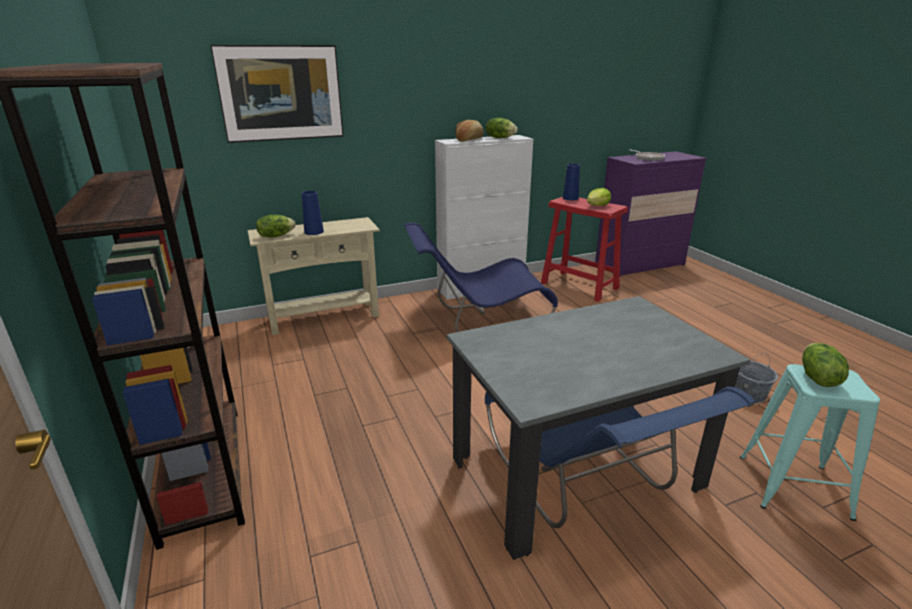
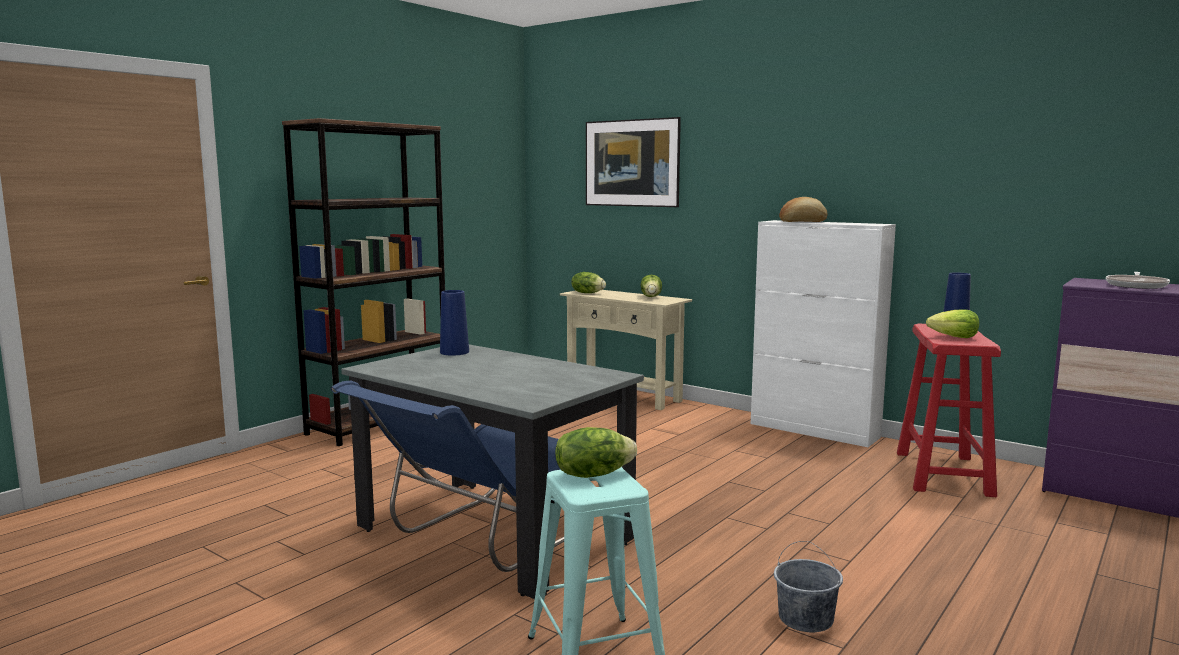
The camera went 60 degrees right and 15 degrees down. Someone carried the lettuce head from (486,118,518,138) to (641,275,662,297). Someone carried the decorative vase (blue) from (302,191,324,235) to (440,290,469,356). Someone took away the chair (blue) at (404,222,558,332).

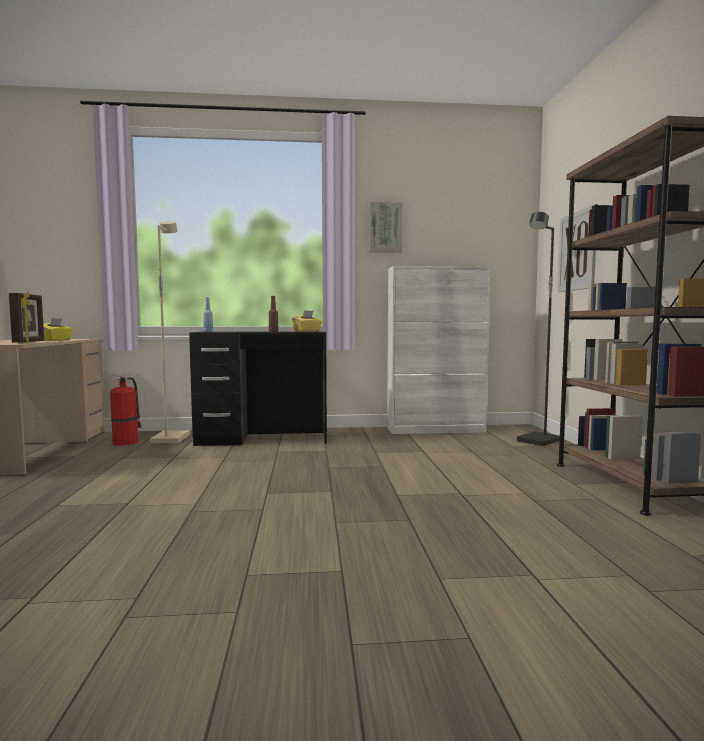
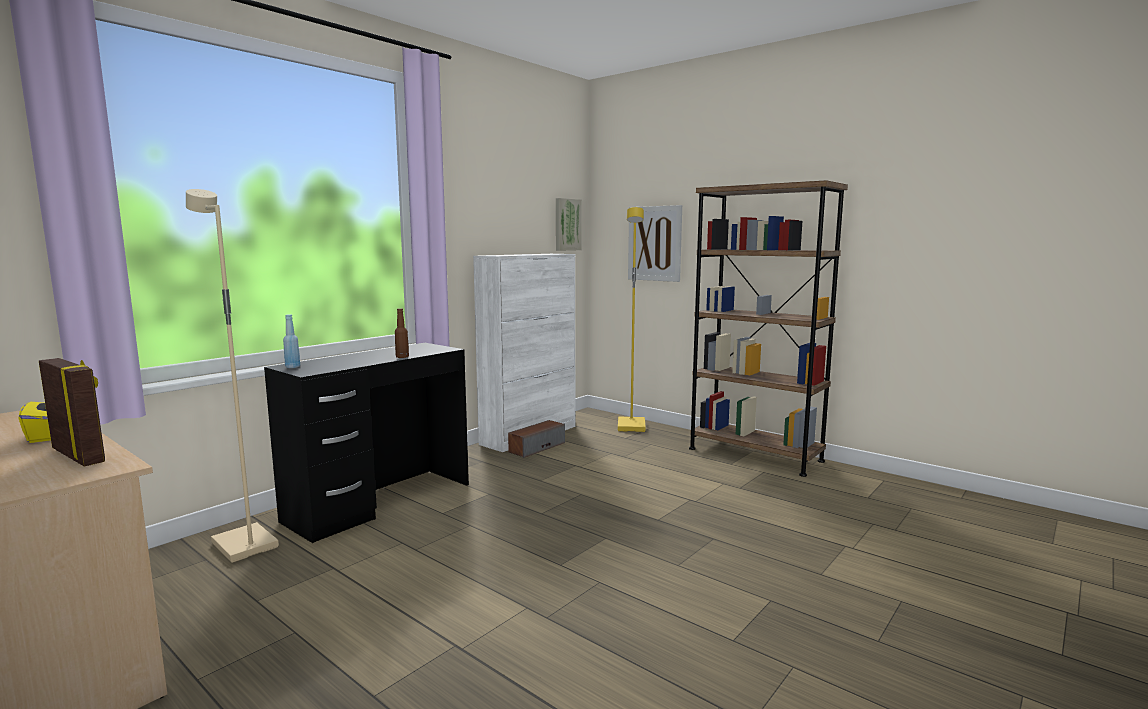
The camera went 45 degrees left and 5 degrees up. Someone carried the wall picture from (369,202,403,253) to (556,198,582,251). Someone repainted the standing lamp (blackish) at (517,212,560,447), which became the standing lamp (yellowish) at (618,207,646,432). Someone took away the tissue box (yellowish) at (292,311,322,332). Someone took away the fire-fighting cylinder at (109,374,142,446). Someone put down the loudspeaker at (508,420,565,458).

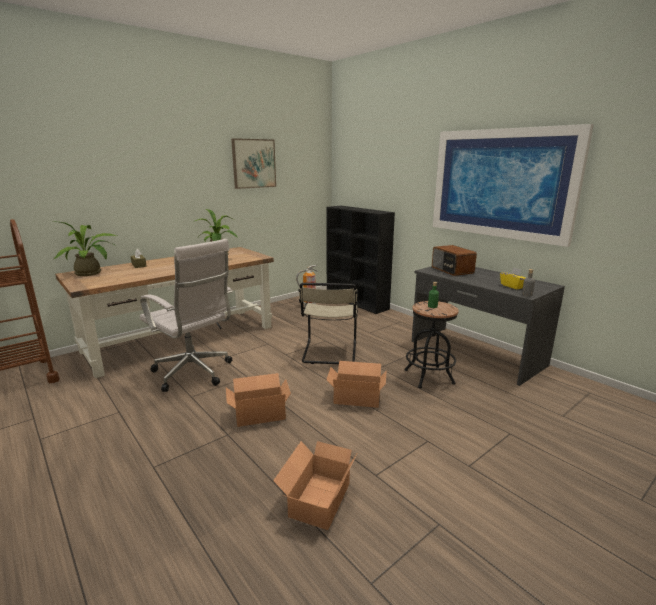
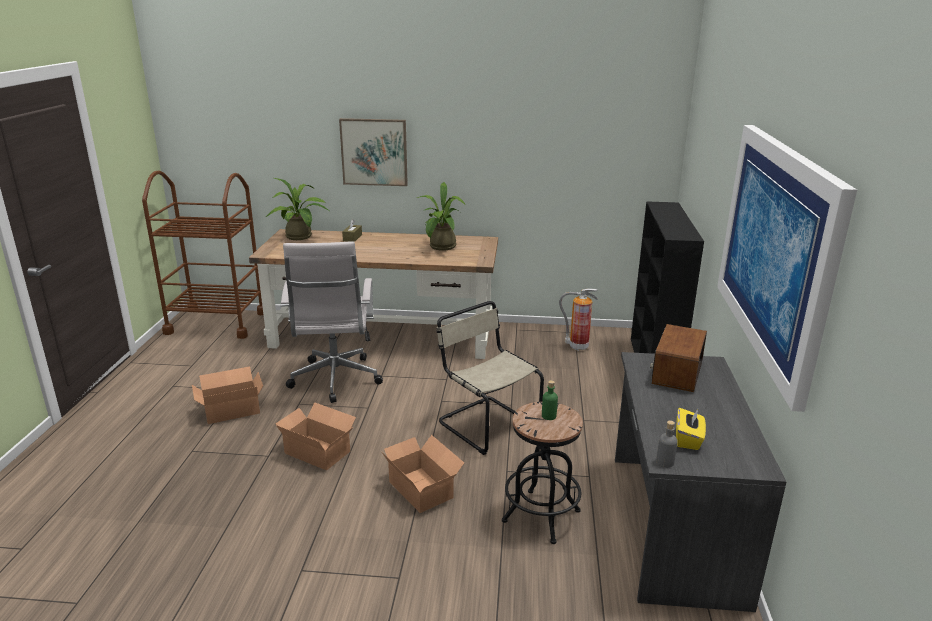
The camera went 45 degrees right and 5 degrees up. Someone carried the wall picture from (231,138,276,189) to (339,118,408,186). Someone rotated the chair (beige-coloured) at (298,283,358,364) by 90 degrees clockwise. Someone carried the carton from (273,441,358,530) to (192,366,263,424).

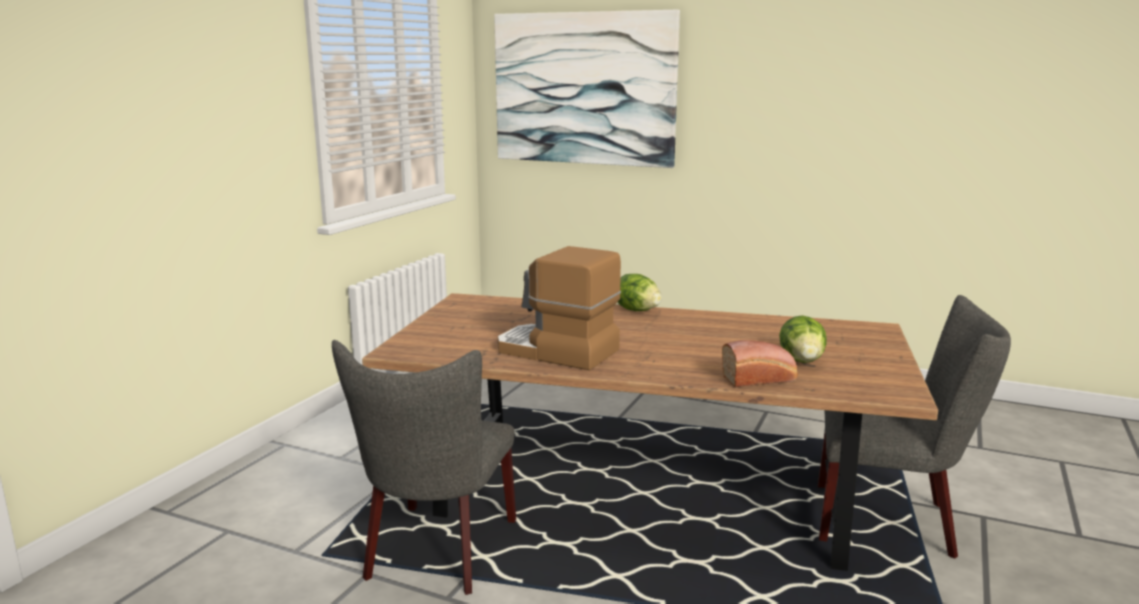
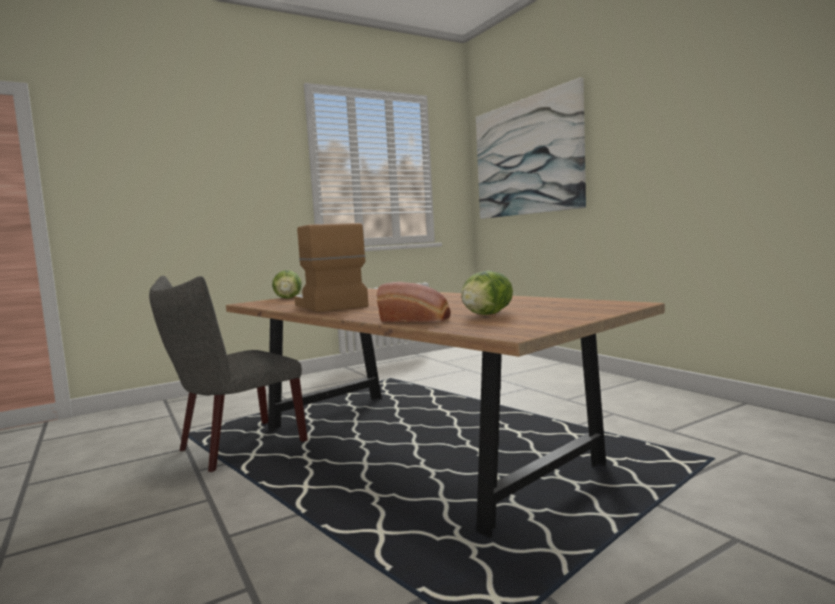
The camera went 35 degrees right and 10 degrees down. Someone carried the lettuce head from (618,274,662,311) to (272,270,302,299). Someone took away the chair (grey) at (818,295,1011,559).

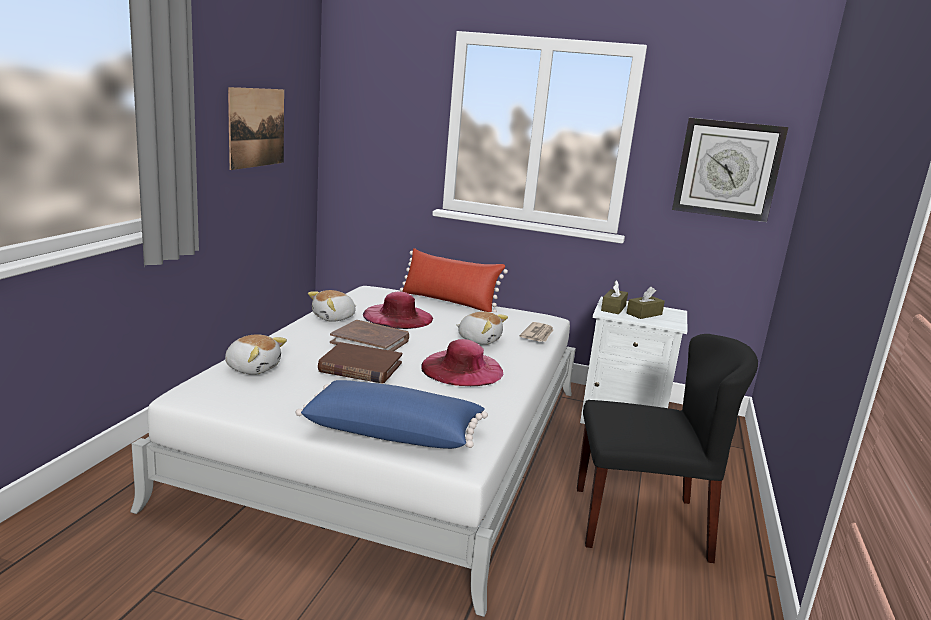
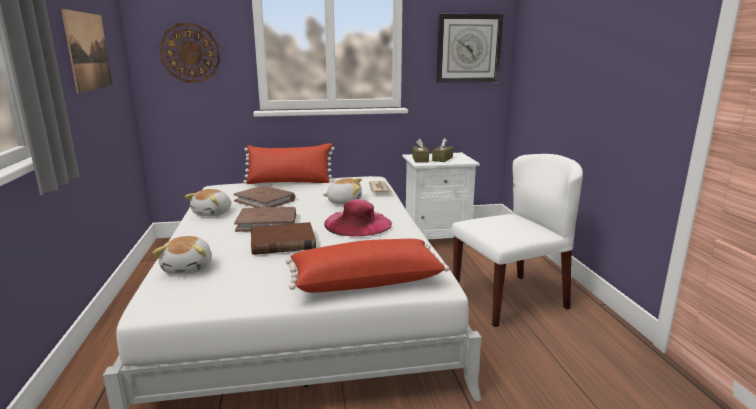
The camera went 25 degrees left and 0 degrees up. Someone swapped the clothing hat (pink) at (363,292,433,329) for the volume (brown-coloured) at (233,185,295,208). Someone rotated the plush toy at (225,334,287,375) by 90 degrees clockwise. Someone repainted the chair (blackish) at (577,334,758,563), which became the chair (whitish) at (451,154,583,327). Someone repainted the throw pillow (blue) at (296,380,488,449), which became the throw pillow (red-coloured) at (286,239,449,293). Someone put up the clock on the wall at (159,23,221,83).

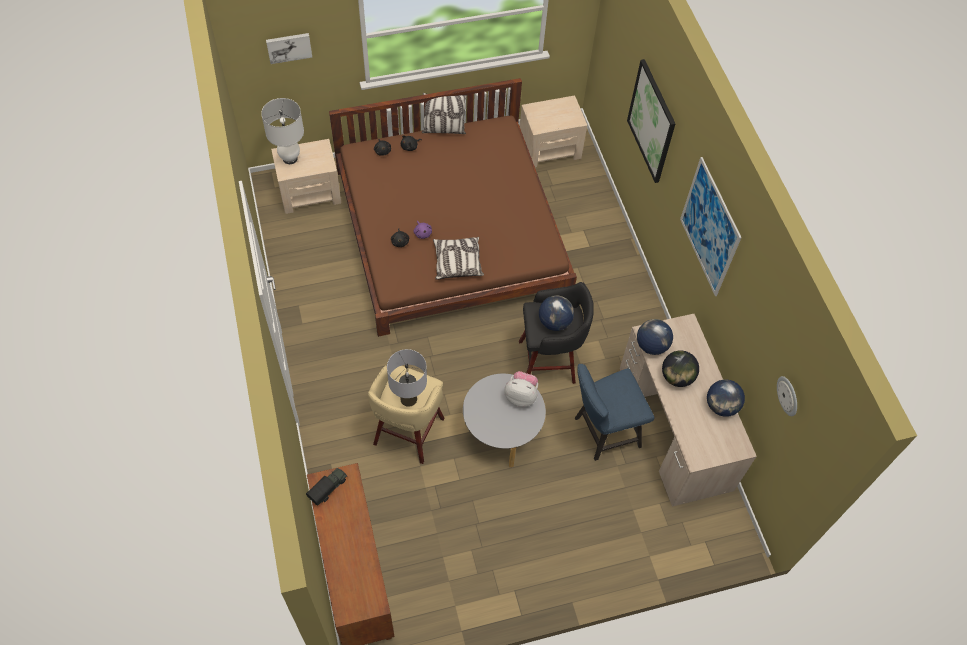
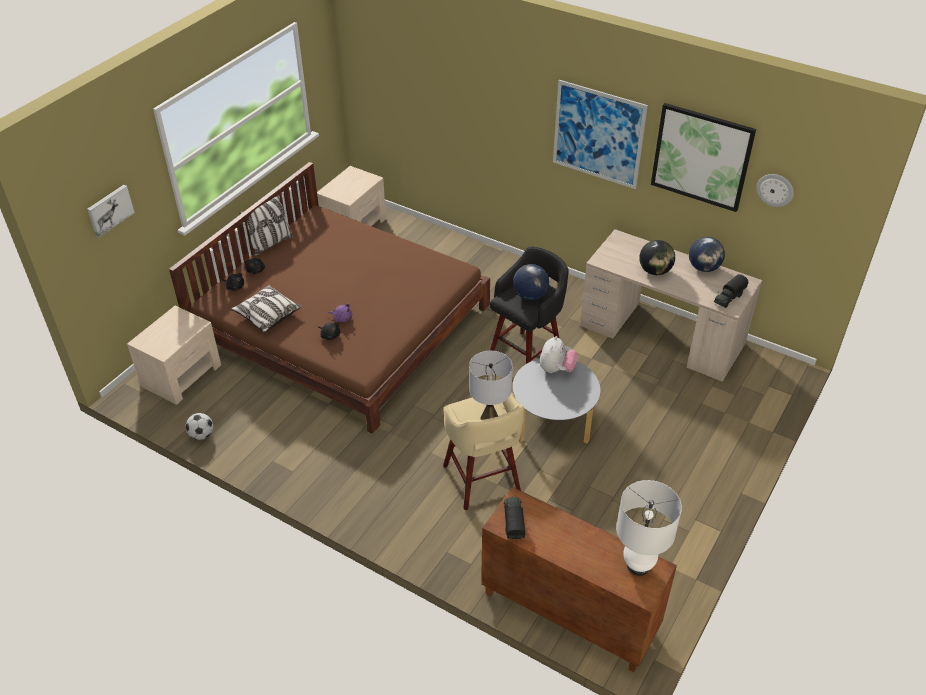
The camera went 40 degrees left and 15 degrees down. Someone carried the wall picture from (627,59,675,183) to (651,103,756,212). Someone carried the lamp for a table (whitish) from (261,98,304,164) to (616,480,682,576). Someone carried the throw pillow from (433,237,484,280) to (231,285,302,333). Someone took away the world globe at (637,319,673,355). Someone took away the chair (blue) at (575,364,654,461). Someone rotated the plush toy at (504,371,538,407) by 135 degrees clockwise. Someone put down the toy truck at (714,274,748,308). Someone put down the football at (186,413,213,440).

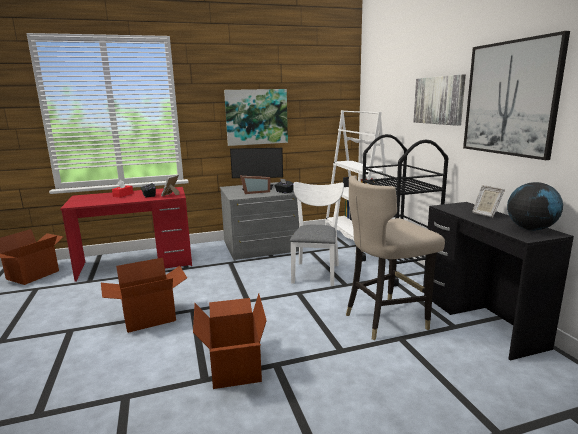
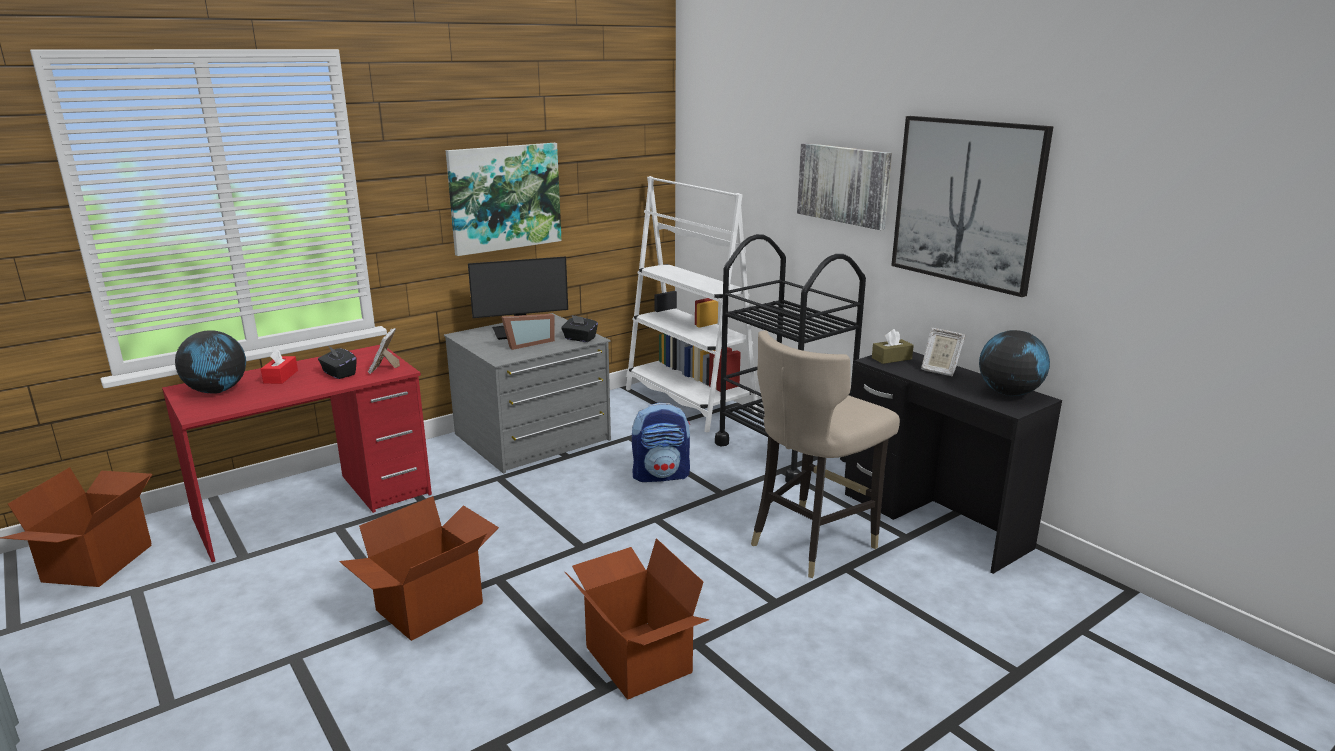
The camera went 20 degrees left and 5 degrees up. Someone swapped the chair (whitish) at (290,182,344,286) for the rucksack at (632,402,690,482). Someone put down the tissue box (brown-coloured) at (872,329,914,364). Someone put down the world globe at (175,330,246,394).

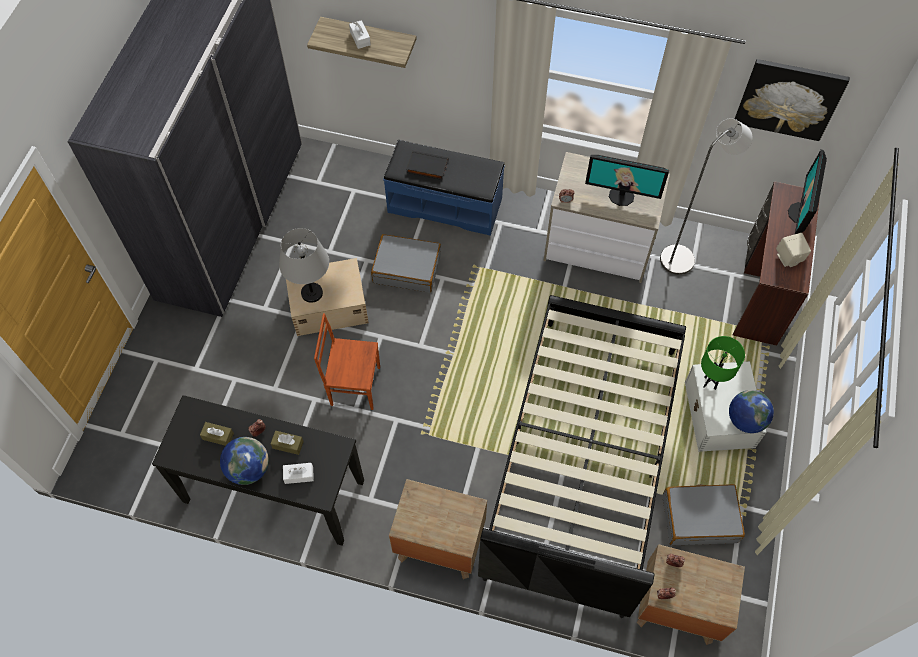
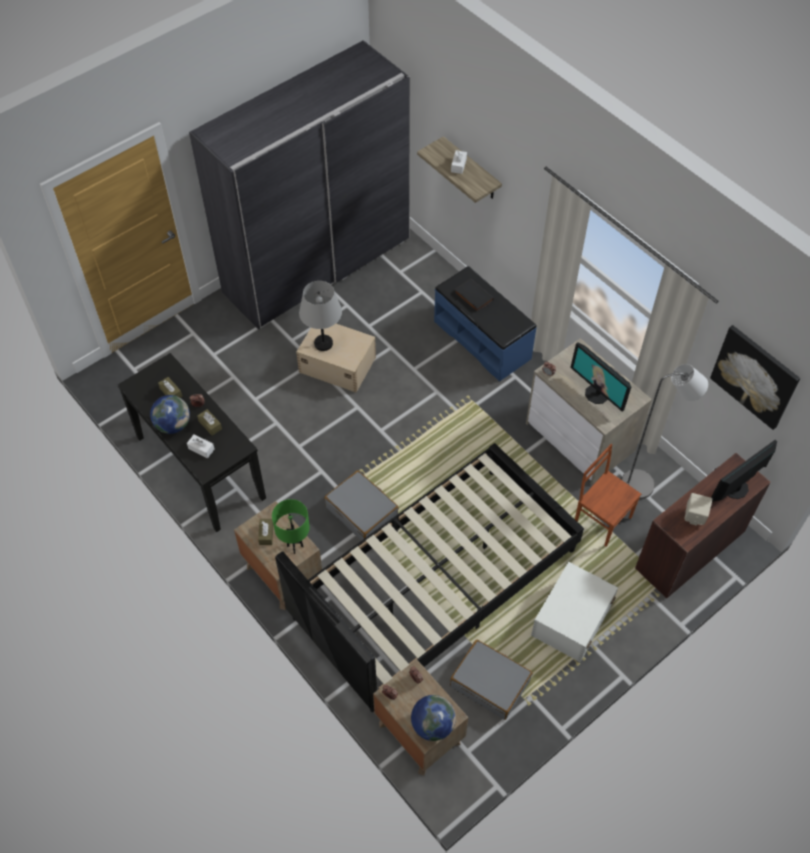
The camera went 35 degrees right and 5 degrees down. Someone carried the suitcase (grey) from (371,234,441,292) to (324,470,399,541). Someone carried the chair (brown-coloured) from (314,313,380,410) to (575,444,641,547). Someone carried the lamp for a table (green-coloured) from (701,336,745,390) to (272,499,310,554). Someone carried the world globe from (729,390,774,433) to (411,695,456,741). Someone put down the tissue box (brown-coloured) at (258,519,273,545).

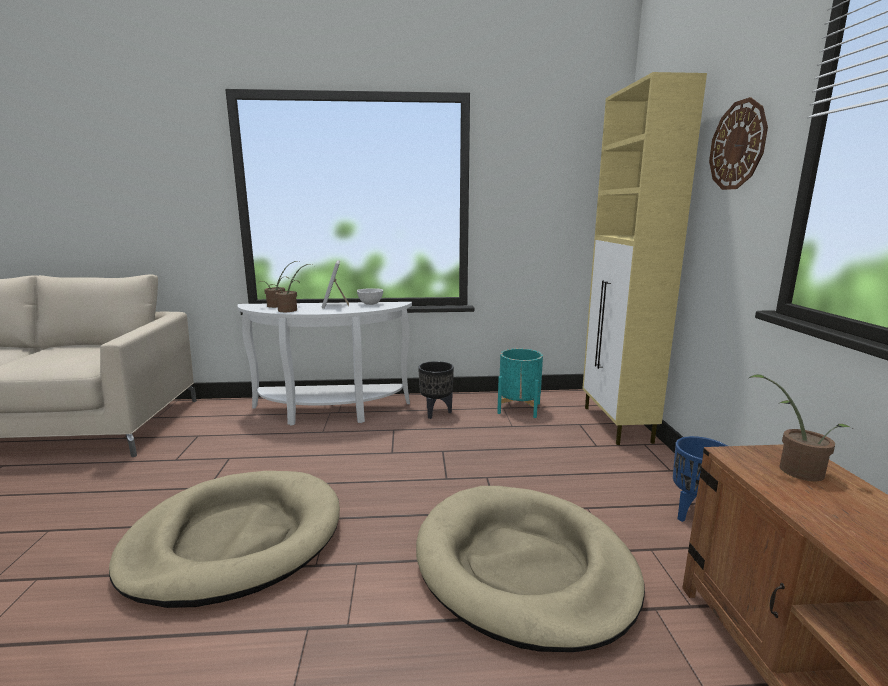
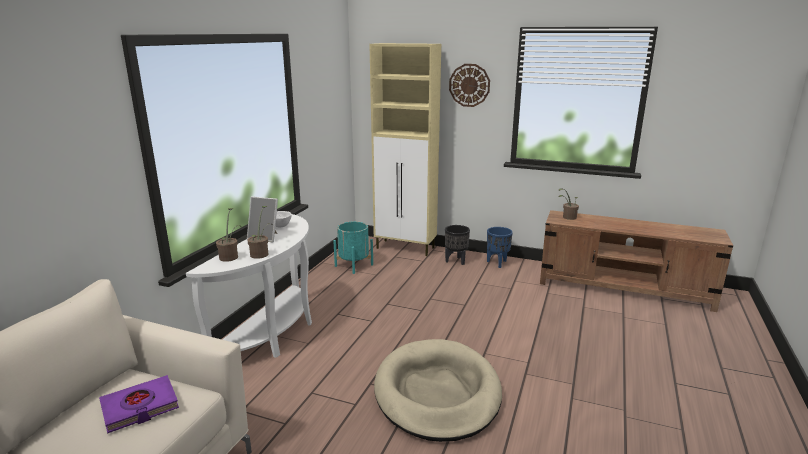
The camera went 65 degrees left and 5 degrees up. Someone carried the plant pot (blackish) from (418,361,454,419) to (445,225,470,265). Someone took away the dog bed (beige-coloured) at (416,486,645,652). Someone put down the volume (purple-coloured) at (99,375,179,434).

